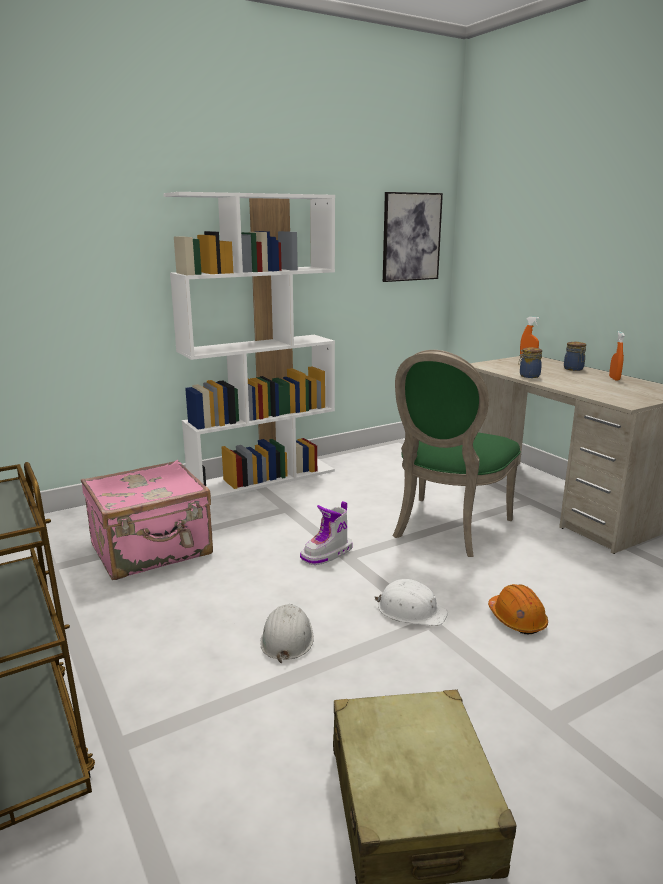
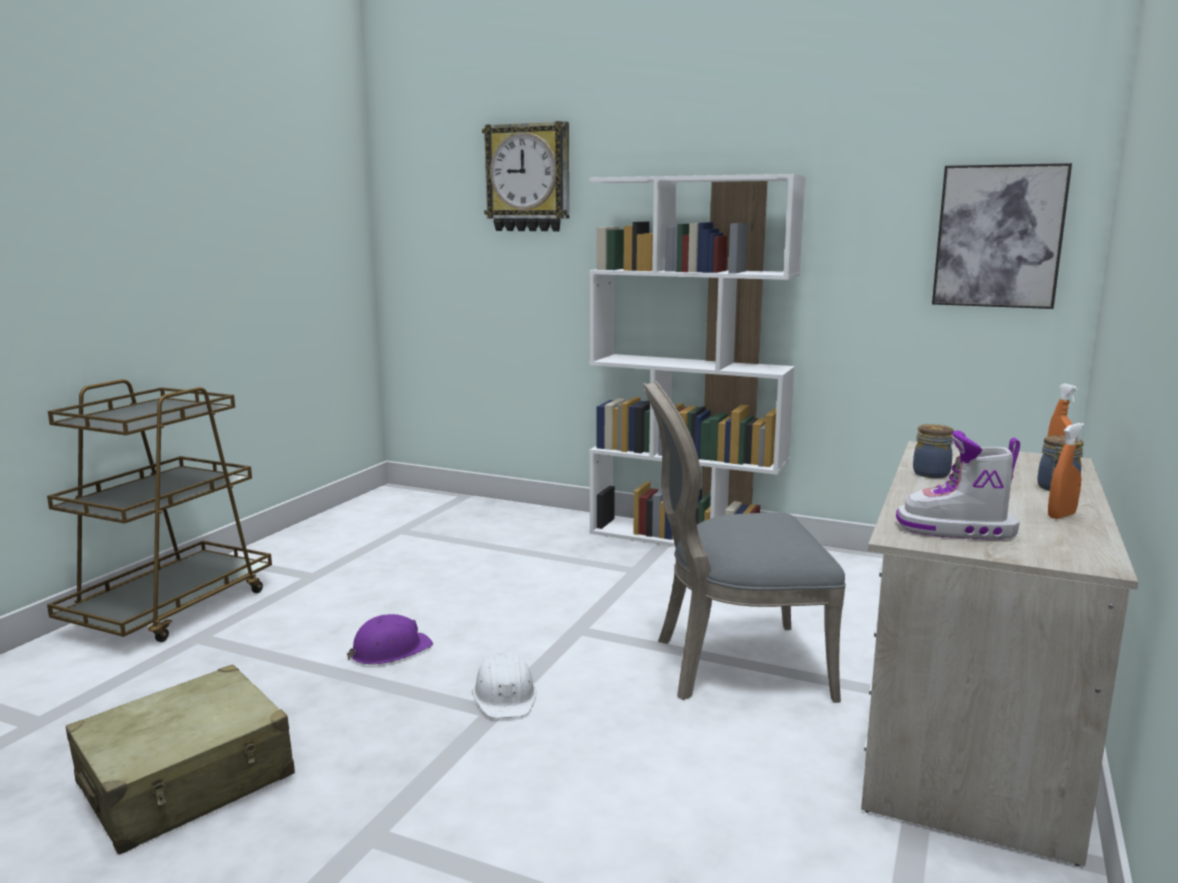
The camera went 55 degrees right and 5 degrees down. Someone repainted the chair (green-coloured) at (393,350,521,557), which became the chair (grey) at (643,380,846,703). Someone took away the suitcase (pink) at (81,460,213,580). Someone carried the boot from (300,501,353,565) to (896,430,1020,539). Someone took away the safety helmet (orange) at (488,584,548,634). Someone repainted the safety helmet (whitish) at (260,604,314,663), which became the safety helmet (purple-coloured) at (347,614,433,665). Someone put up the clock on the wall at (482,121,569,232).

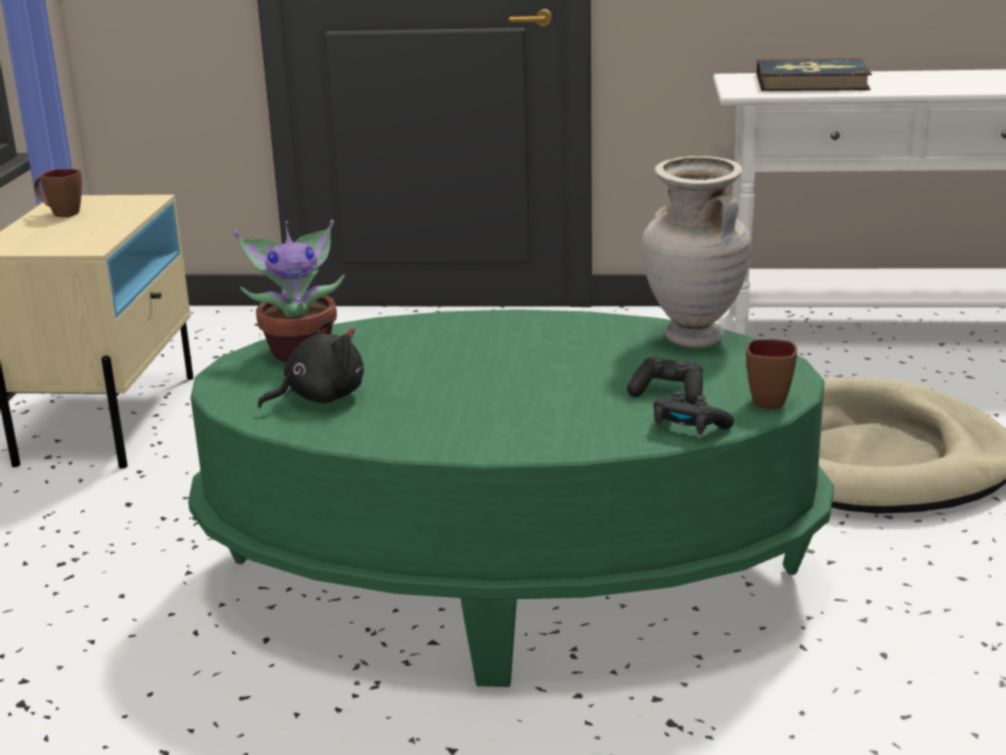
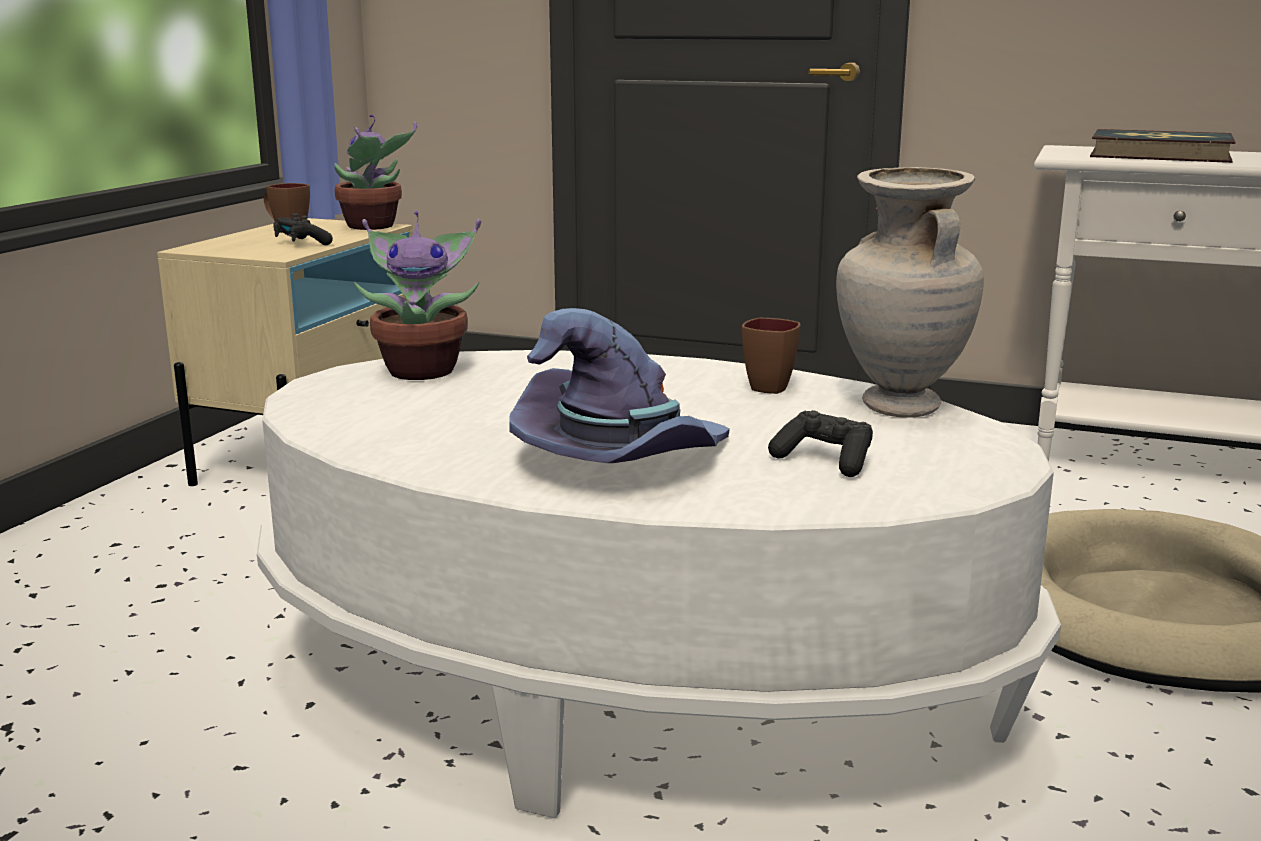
The camera went 15 degrees right and 5 degrees down. Someone repainted the coffee table (green-coloured) at (188,309,834,687), which became the coffee table (whitish) at (257,350,1061,818). Someone took away the plush toy (blackish) at (257,320,364,408). Someone carried the mug (brown-coloured) from (746,339,797,409) to (742,318,801,394). Someone carried the gamepad (blackish) from (654,391,734,435) to (273,213,333,245). Someone put down the houseplant at (334,114,417,230). Someone put down the clothing hat (purple-coloured) at (509,308,730,463).

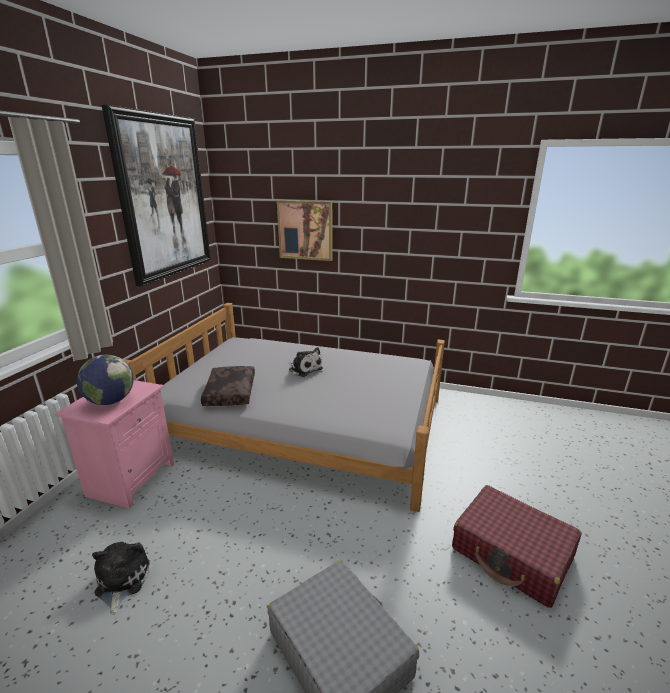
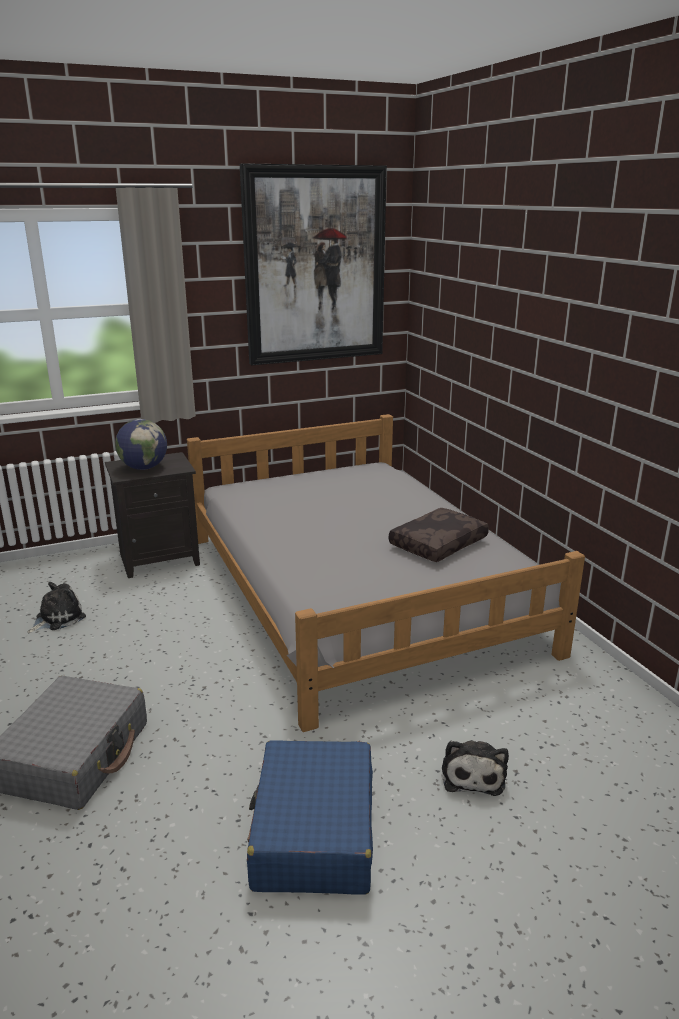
The camera went 50 degrees right and 0 degrees up. Someone took away the wall picture at (277,200,332,261). Someone carried the plush toy from (289,347,323,377) to (442,740,509,796). Someone carried the throw pillow (brown-coloured) from (201,366,255,406) to (389,508,489,562). Someone repainted the bedside table (pink) at (55,380,174,509), which became the bedside table (blackish) at (105,452,200,578). Someone repainted the suitcase (red-coloured) at (452,485,582,608), which became the suitcase (blue) at (247,740,373,895).

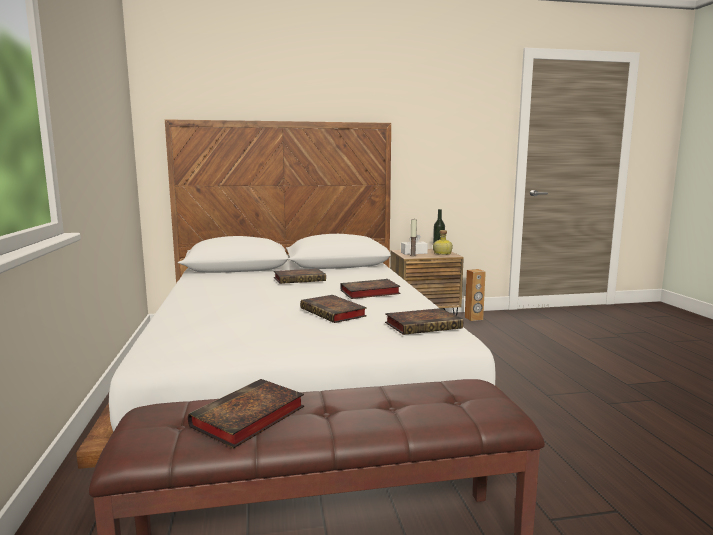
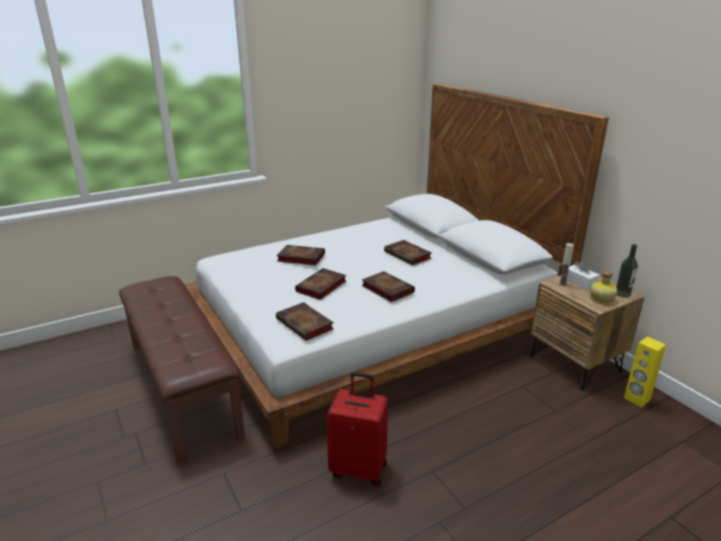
The camera went 70 degrees right and 15 degrees up. Someone repainted the loudspeaker (brown-coloured) at (465,269,486,321), which became the loudspeaker (yellowish) at (624,336,666,408). Someone carried the volume from (188,379,304,448) to (277,245,325,265). Someone put down the suitcase (red-coloured) at (326,372,388,487).

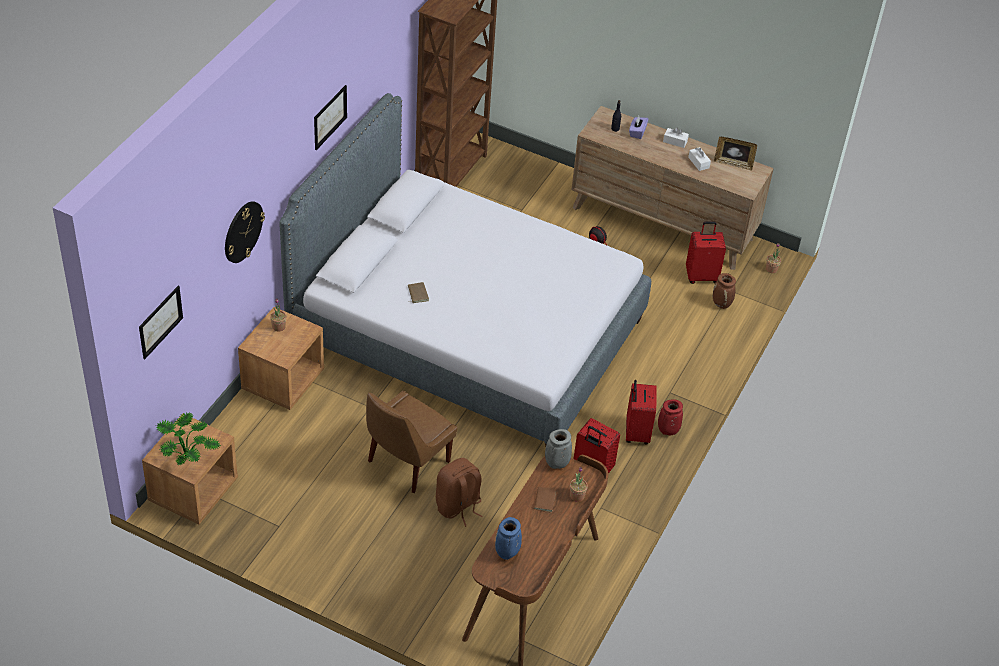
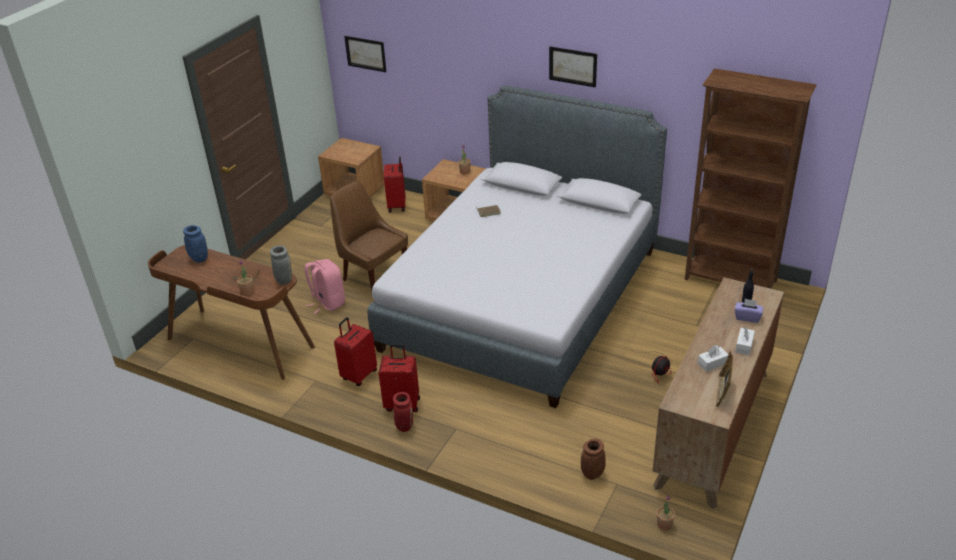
The camera went 95 degrees right and 10 degrees down. Someone took away the clock on the wall at (225,201,265,263). Someone carried the suitcase (red-coloured) from (686,222,726,284) to (384,157,405,213). Someone took away the houseplant at (156,412,221,466). Someone repainted the rucksack (brown-coloured) at (436,458,483,527), which became the rucksack (pink) at (305,259,345,314).

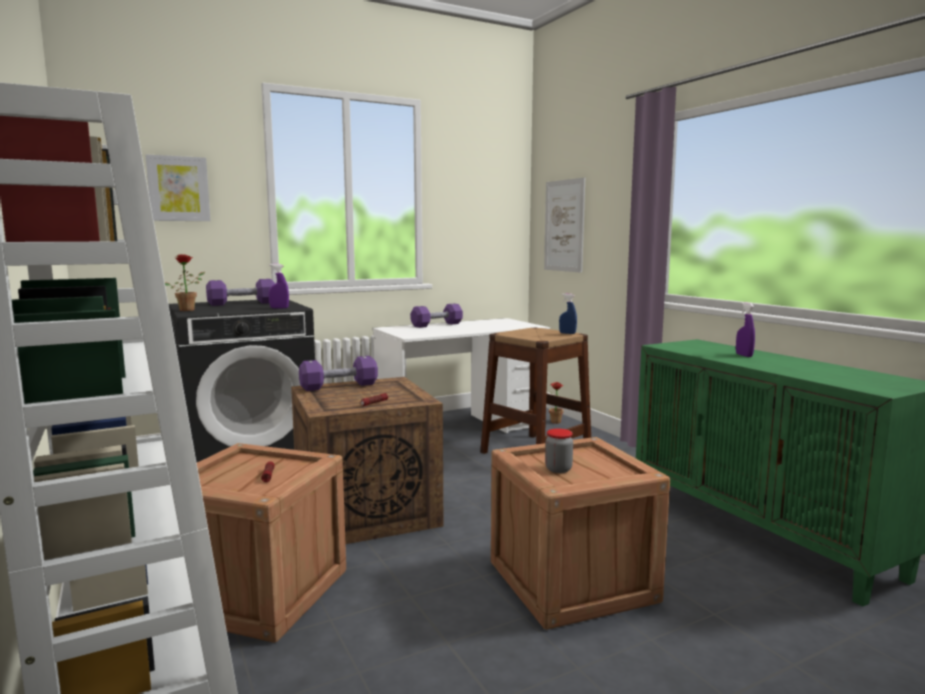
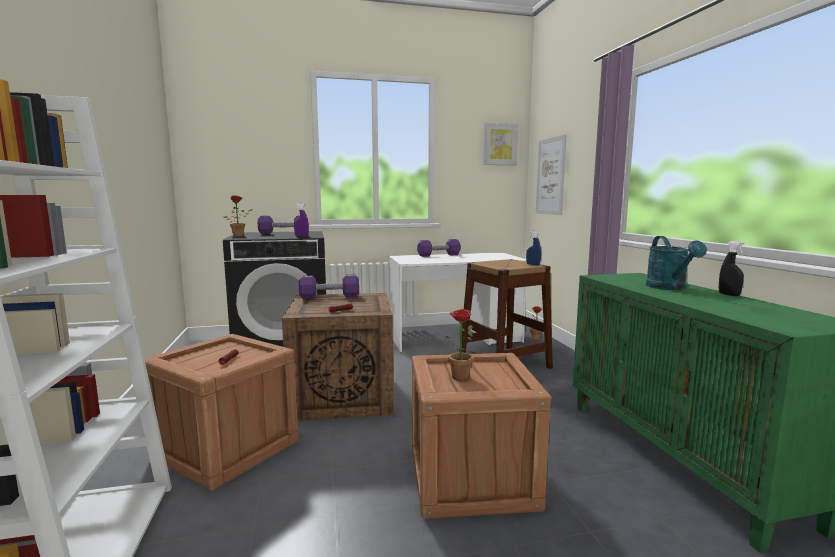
The camera went 15 degrees right and 0 degrees up. Someone carried the wall picture from (146,154,211,221) to (484,123,518,165). Someone swapped the hand sprayer (purple-coloured) at (736,302,755,357) for the sprinkling can (blue-green) at (646,236,707,290). Someone swapped the storage jar at (545,429,573,473) for the houseplant at (434,309,476,381). Someone put down the hand sprayer (blackish) at (719,241,745,296).

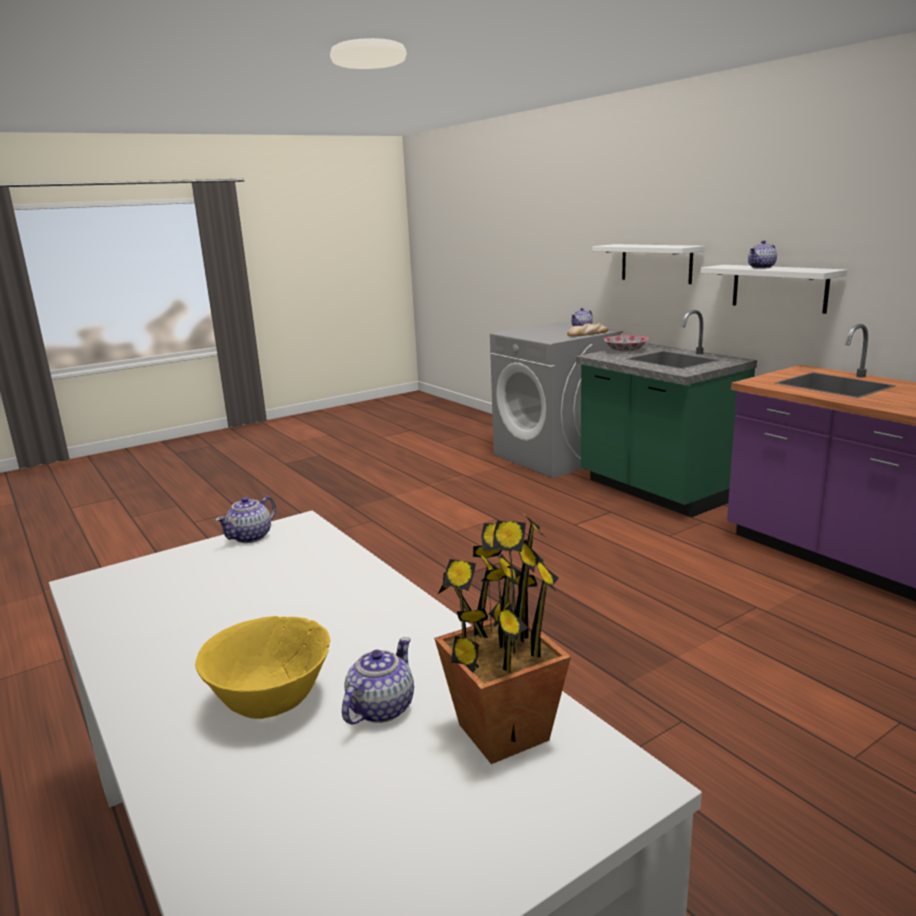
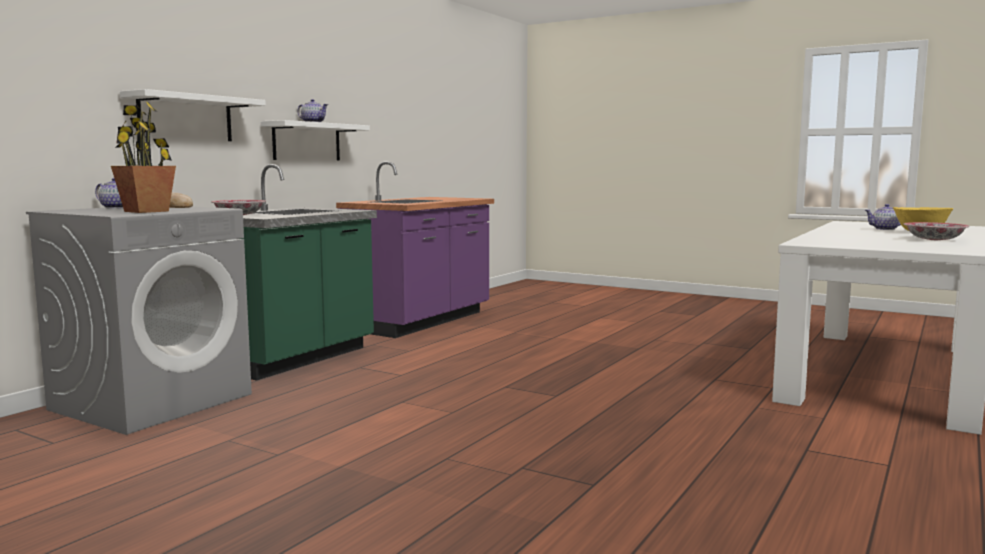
The camera went 115 degrees left and 10 degrees down. Someone took away the pot for tea at (216,496,276,543). Someone carried the houseplant from (434,511,571,764) to (111,102,176,213). Someone put down the serving bowl at (904,222,970,240).

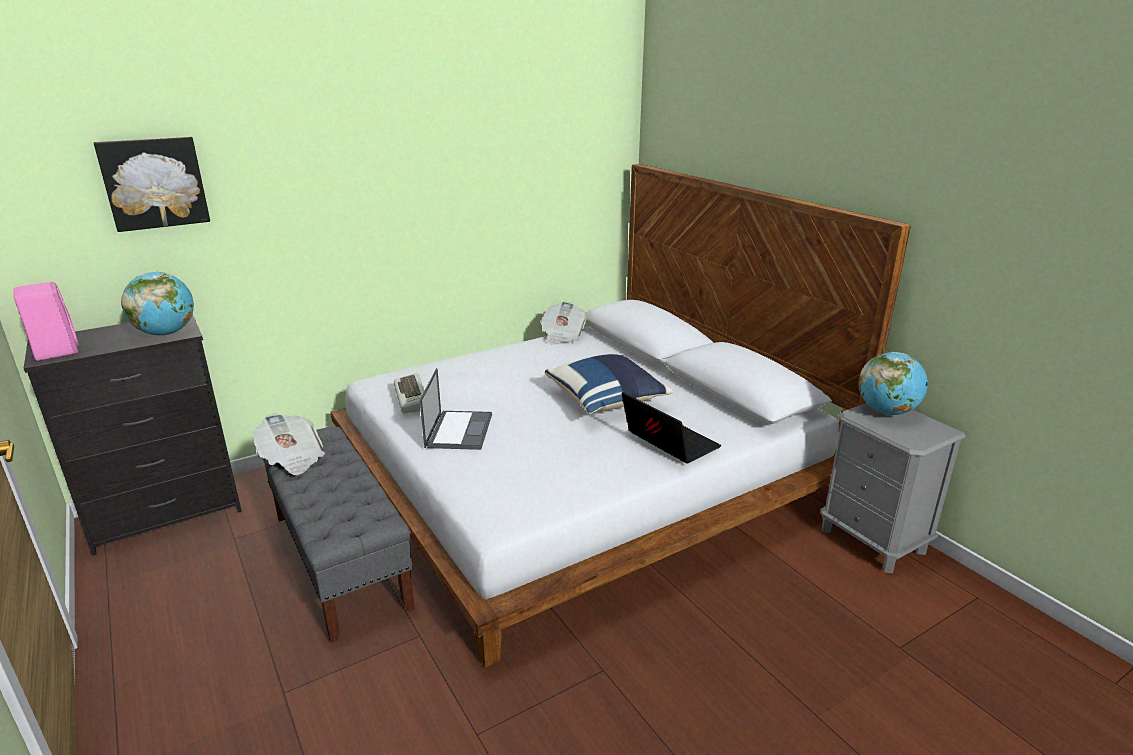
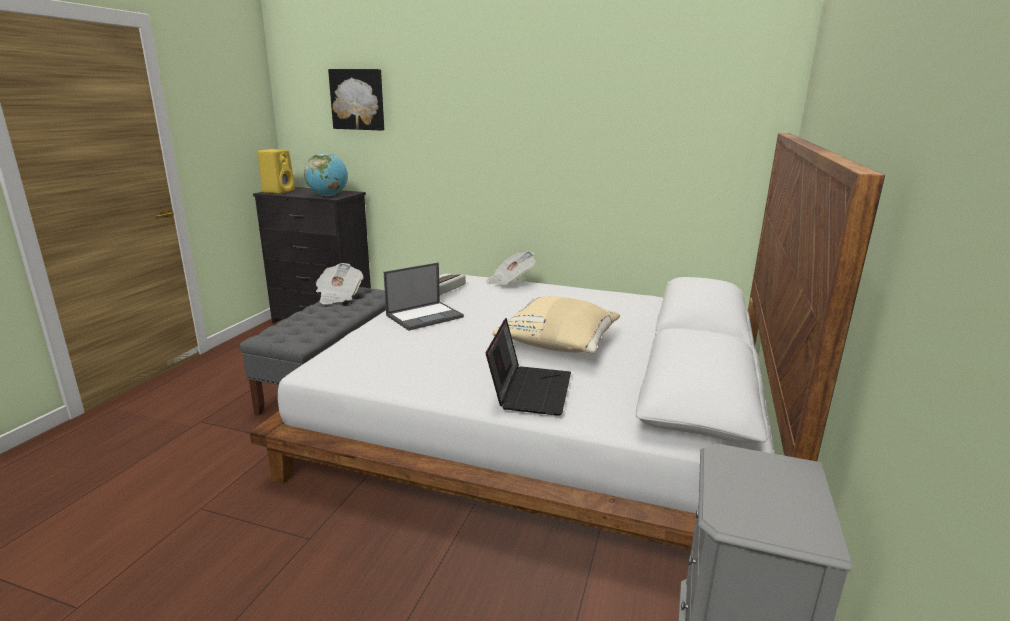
The camera went 50 degrees right and 5 degrees down. Someone repainted the loudspeaker (pink) at (14,282,79,361), which became the loudspeaker (yellowish) at (258,149,295,194). Someone carried the newspaper from (540,301,587,345) to (486,251,535,285). Someone took away the world globe at (858,352,928,415). Someone repainted the throw pillow (blue) at (545,354,673,414), which became the throw pillow (beige-coloured) at (493,296,620,354).

